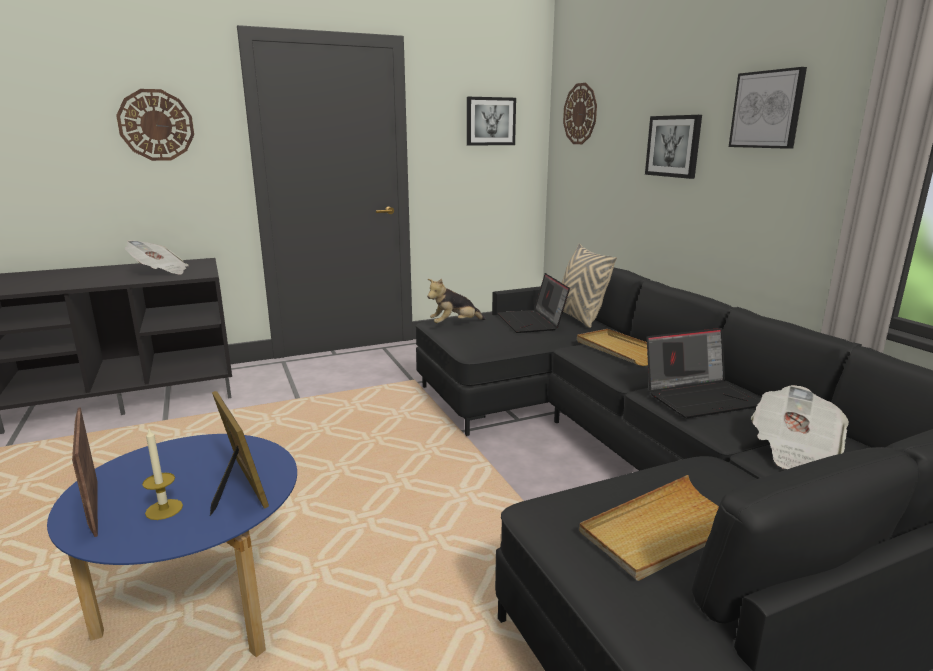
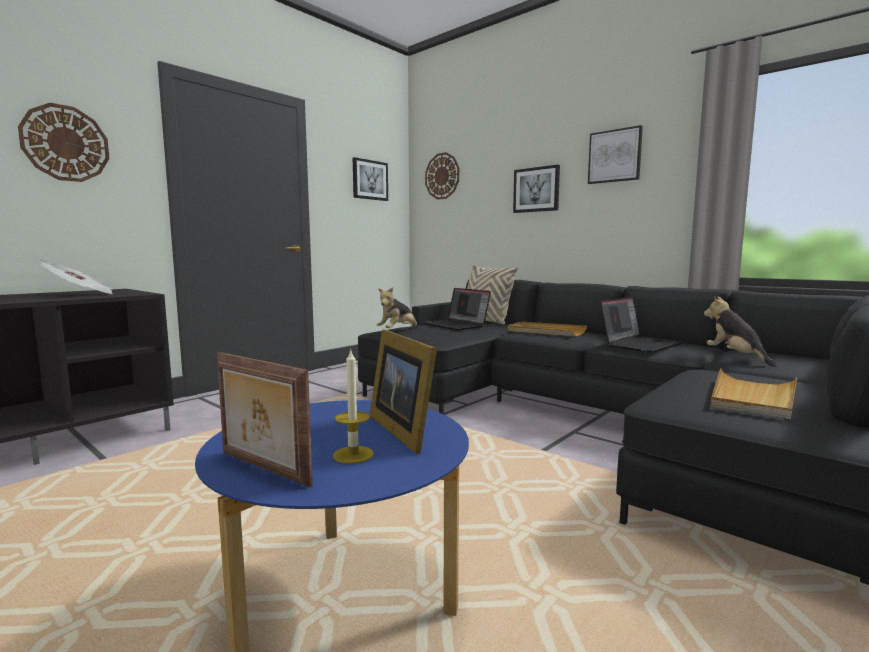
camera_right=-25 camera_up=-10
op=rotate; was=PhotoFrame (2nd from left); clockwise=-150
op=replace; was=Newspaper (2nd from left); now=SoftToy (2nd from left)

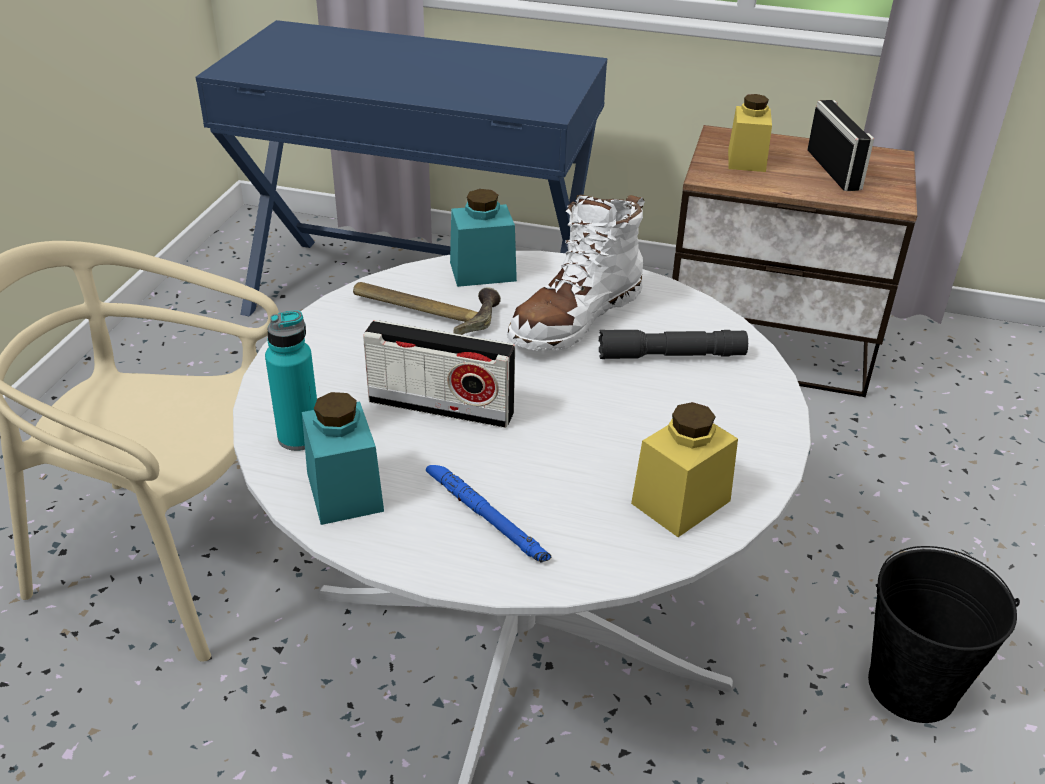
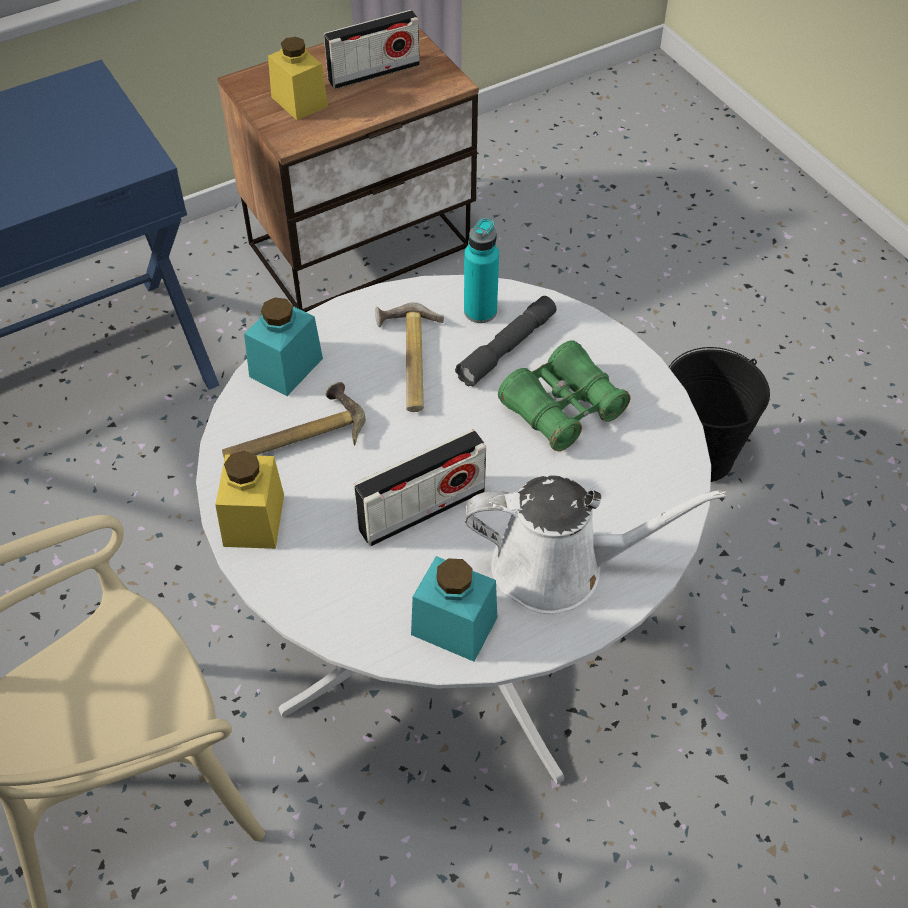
camera_right=-45 camera_up=15
op=move; was=YellowJar (1st from left)
op=rotate; was=RadioSet (2nd from left in the first image); clockwise=120
op=replace; was=WhiteTallBoot; now=ToolHammer (2nd from left)
op=move; was=BlueGreenDrinkBottle
op=replace; was=BlueColouredHandTorch; now=WhiteWateringCan
op=insert; now=GreenColouredFieldGlasses

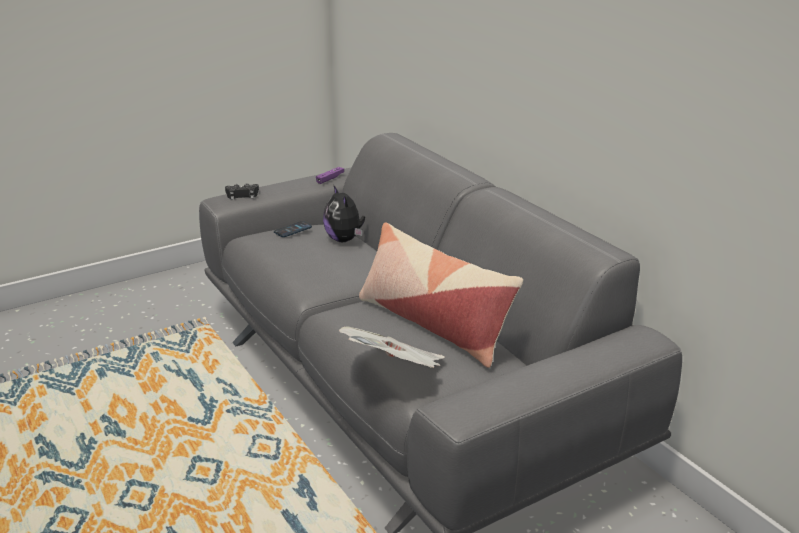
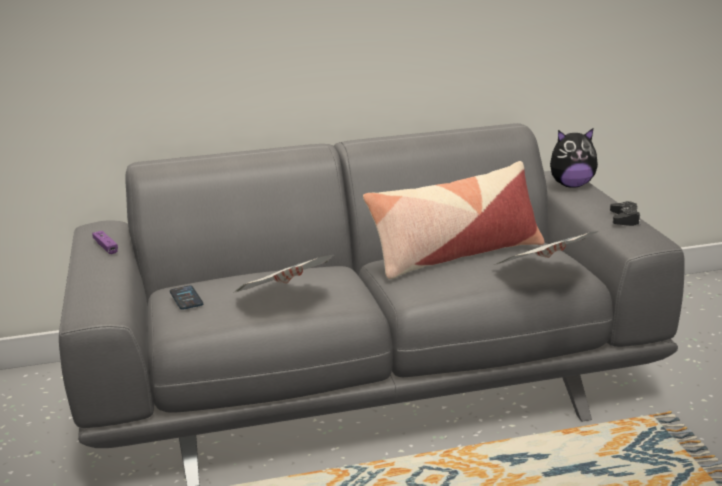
camera_right=-70 camera_up=-5
op=insert; now=Newspaper (1st from left)
op=move; was=SoftToy
op=move; was=BlackColouredGamepad

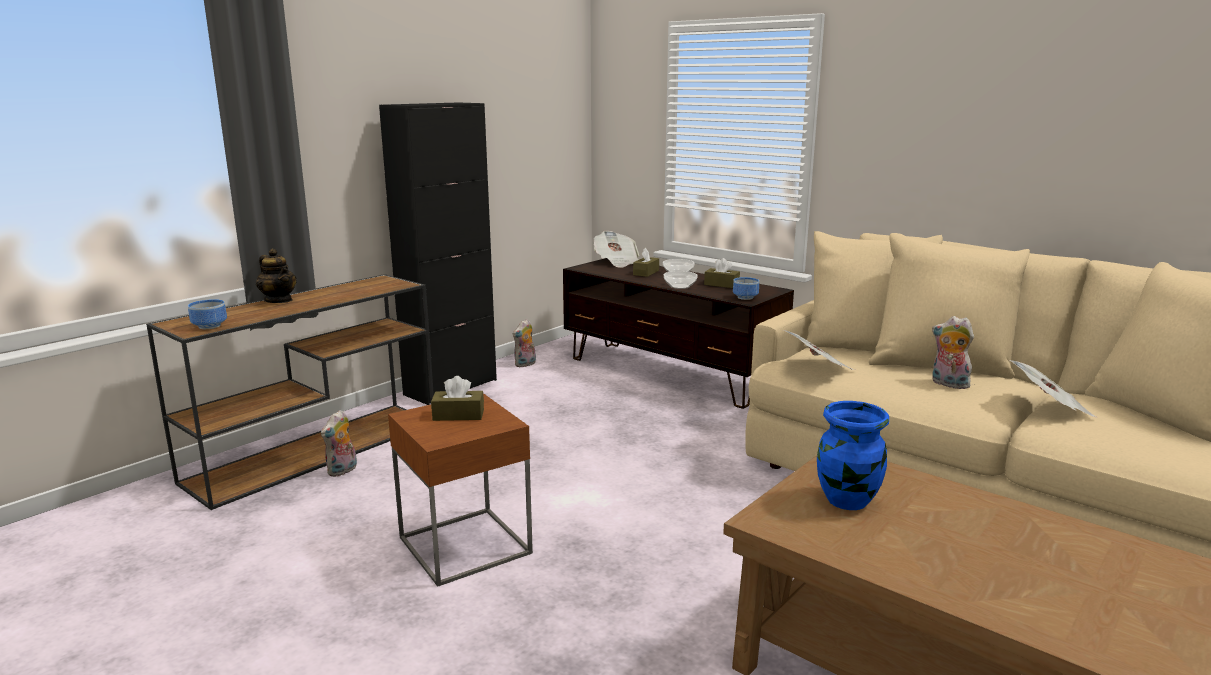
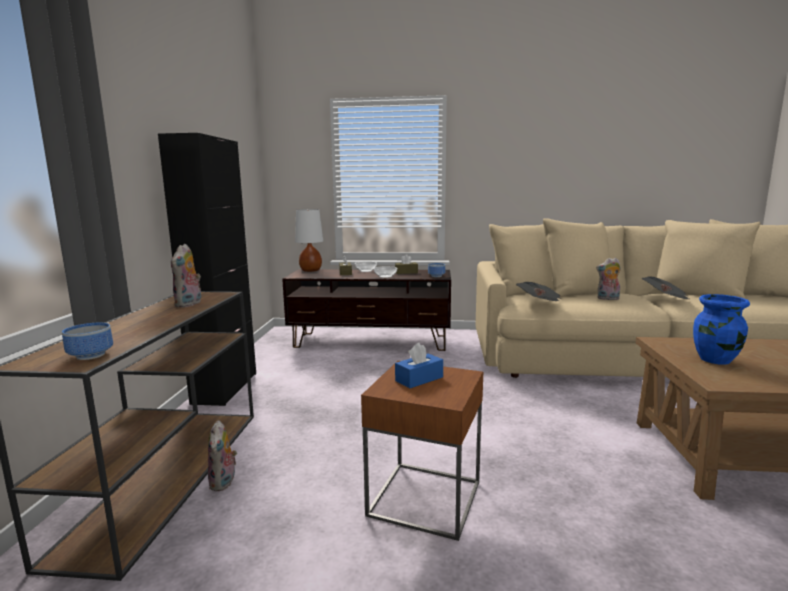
camera_right=-35 camera_up=-5
op=move; was=SoftToy (2nd from left in the first image); now=SoftToy (1st from left)
op=replace; was=Newspaper (1st from left); now=WhiteTabletopLamp
op=recolor; was=BrownColouredBoxOfTissues (1st from left); now=BlueColouredBoxOfTissues
op=delete; was=PotForTea

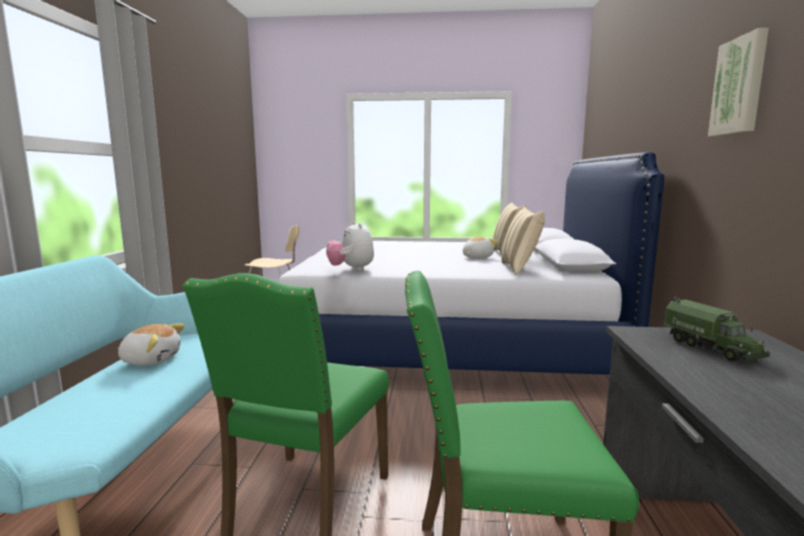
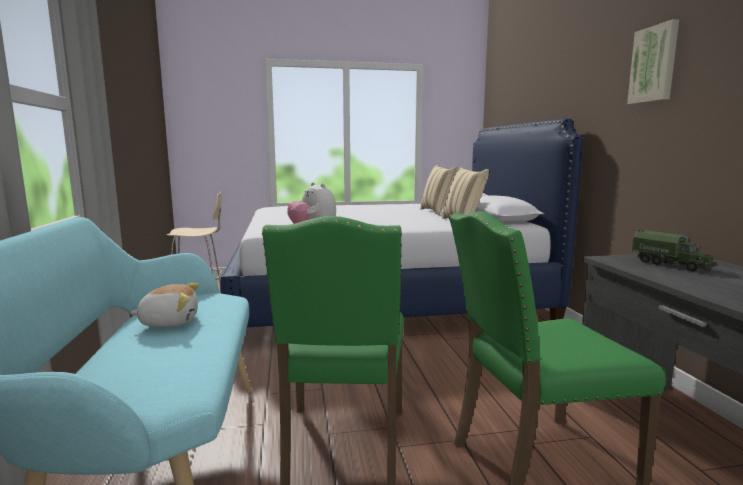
camera_right=-15 camera_up=0
op=delete; was=SoftToy (3rd from left)

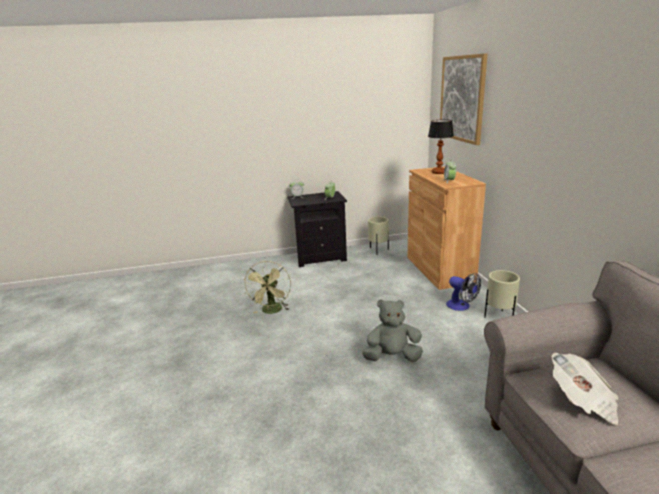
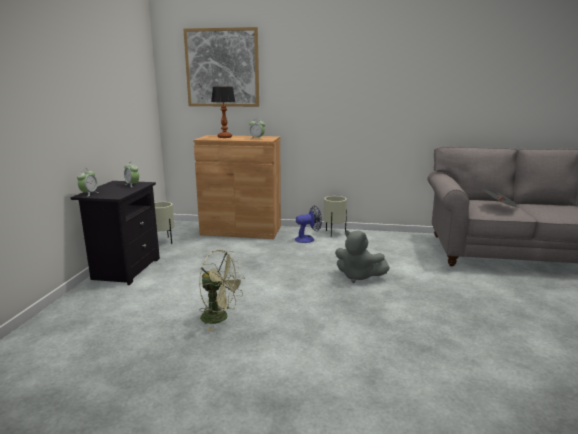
camera_right=-70 camera_up=-5
op=rotate; was=GraySoftToy; clockwise=-75

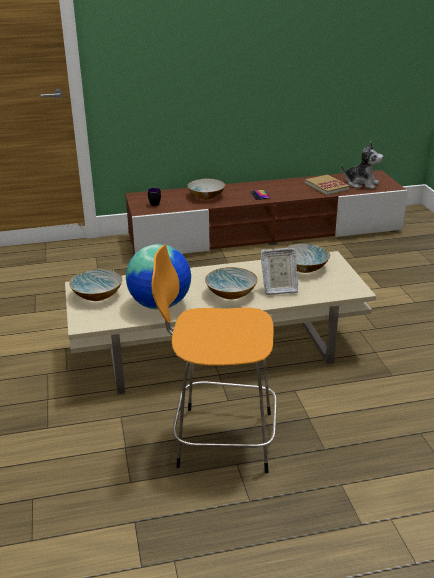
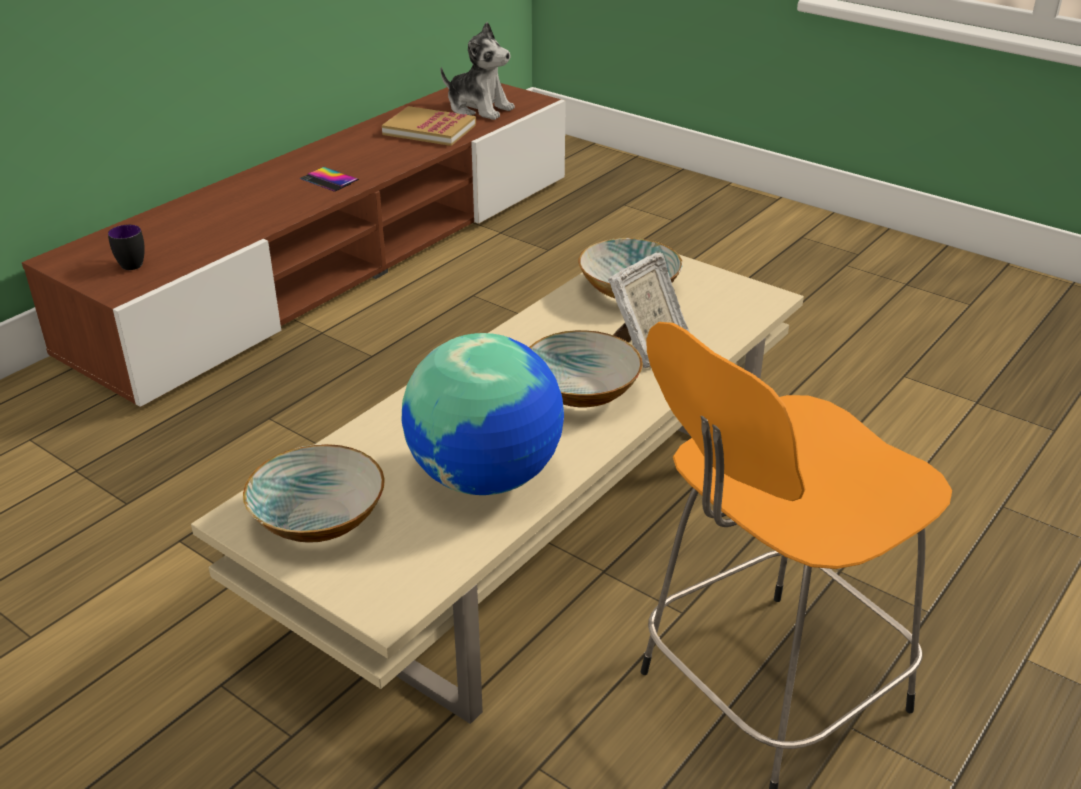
camera_right=-40 camera_up=5
op=rotate; was=SoftToy; clockwise=45
op=delete; was=DeepDish (2nd from left)

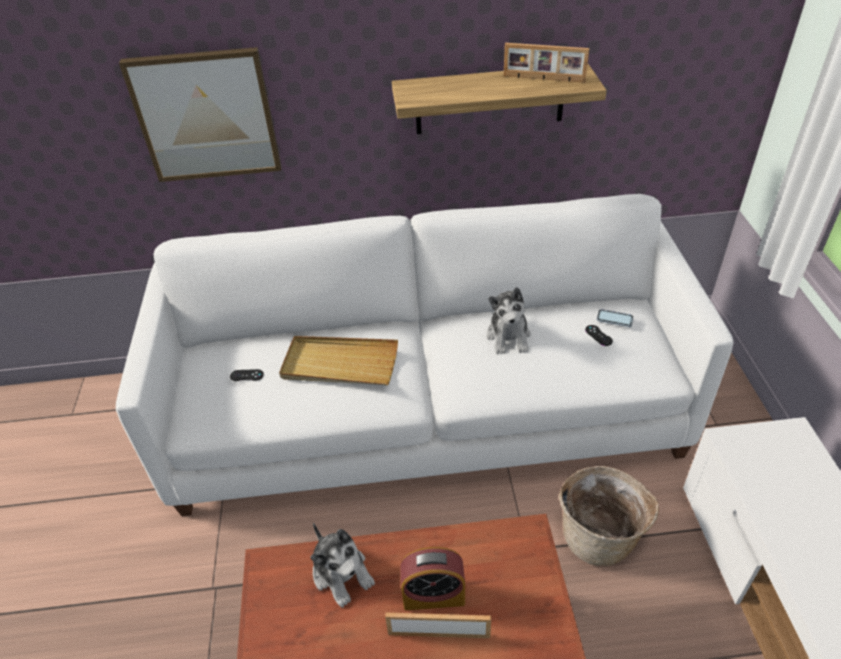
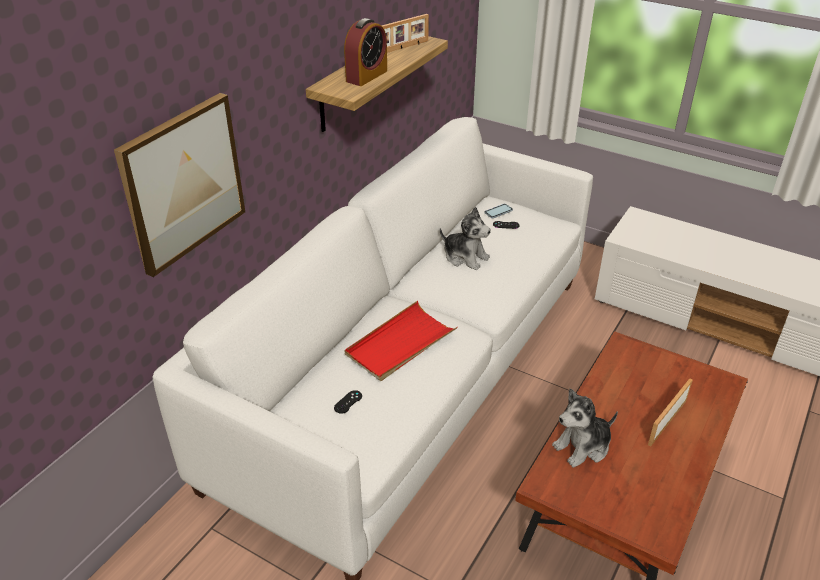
camera_right=-55 camera_up=-5
op=move; was=TableClock
op=recolor; was=SandColouredCarryingTray; now=RedCarryingTray
op=rotate; was=SoftToy (1st from left in the first image); clockwise=150
op=delete; was=StorageBasket

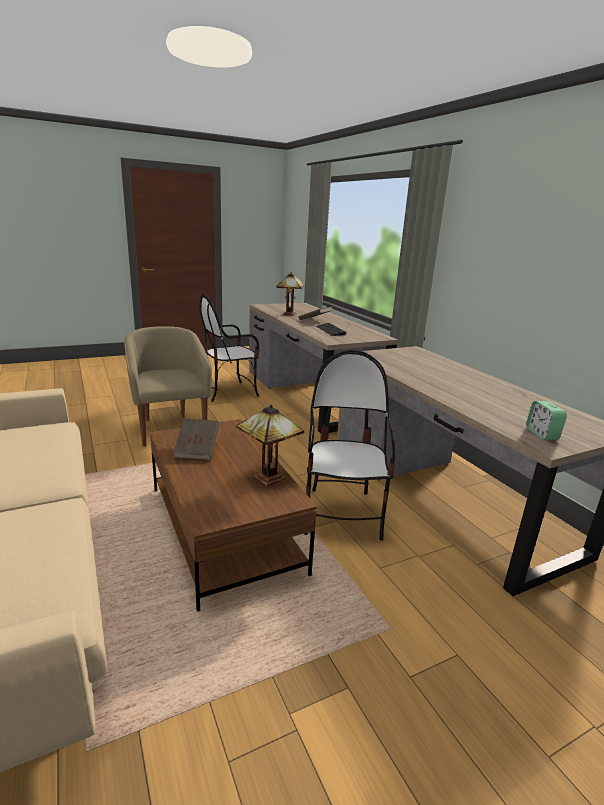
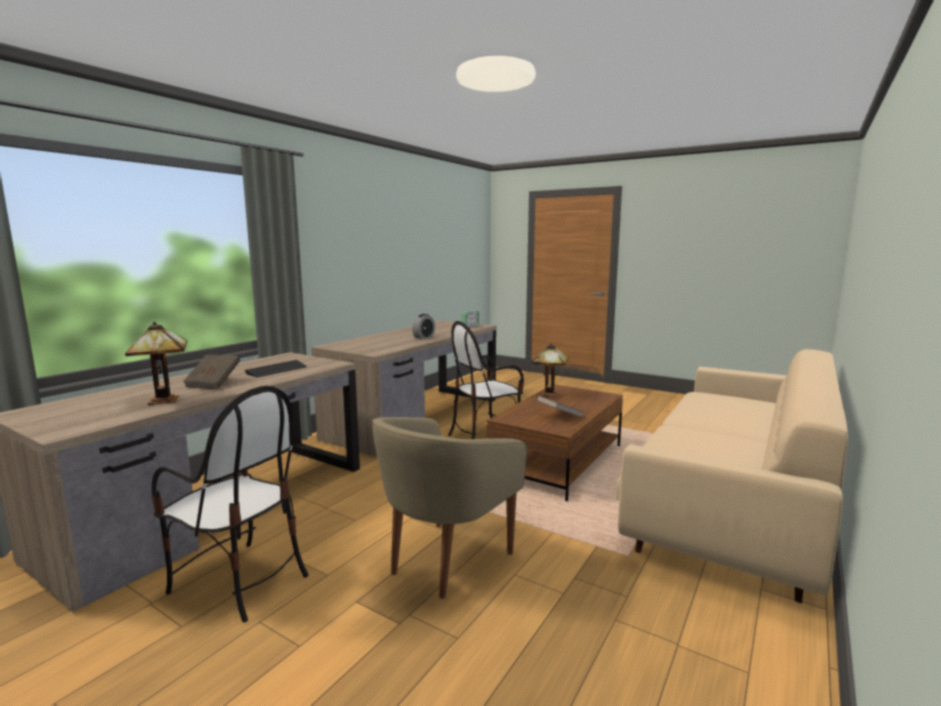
camera_right=-120 camera_up=-10
op=insert; now=TableClock (1st from left)

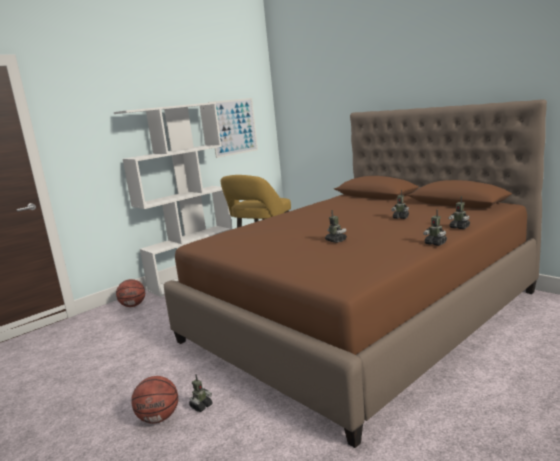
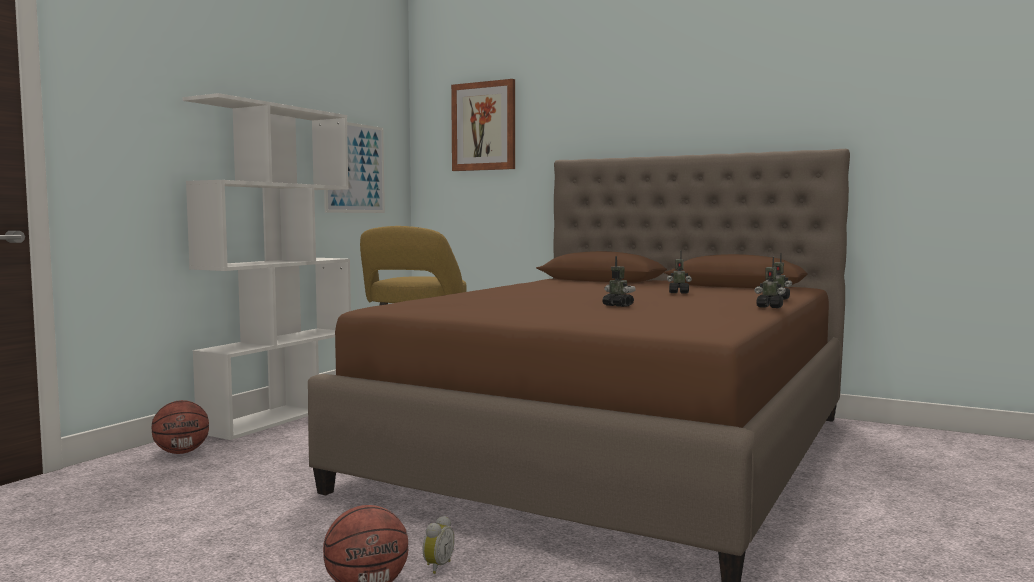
camera_right=-20 camera_up=-10
op=replace; was=ModelRobot (1st from left); now=TableClock
op=insert; now=WallArt (2nd from left)

